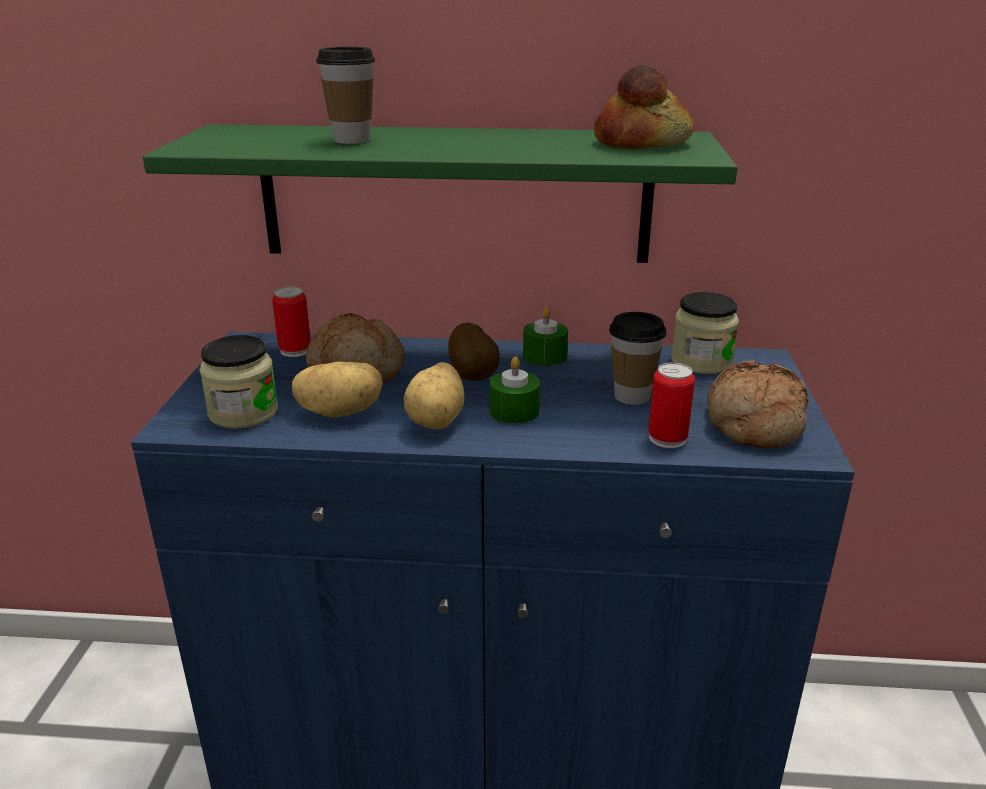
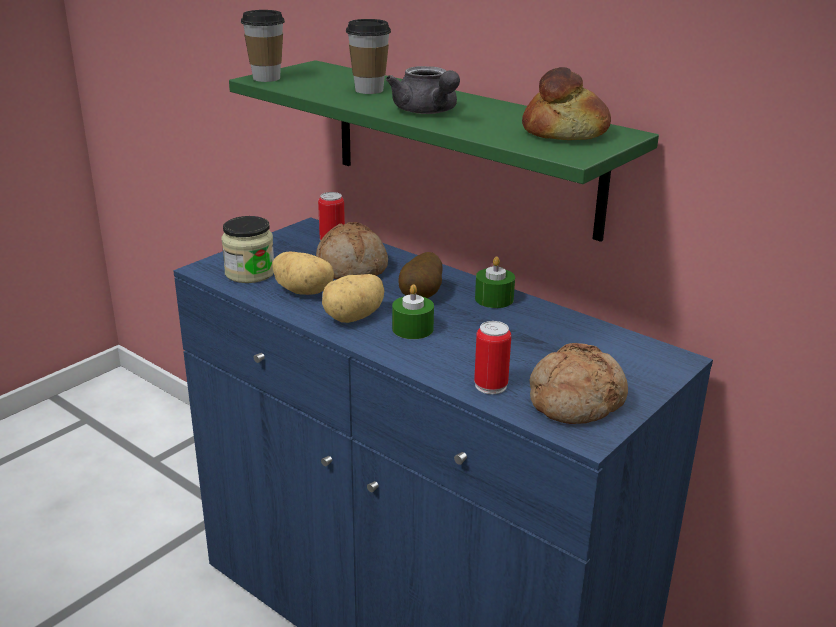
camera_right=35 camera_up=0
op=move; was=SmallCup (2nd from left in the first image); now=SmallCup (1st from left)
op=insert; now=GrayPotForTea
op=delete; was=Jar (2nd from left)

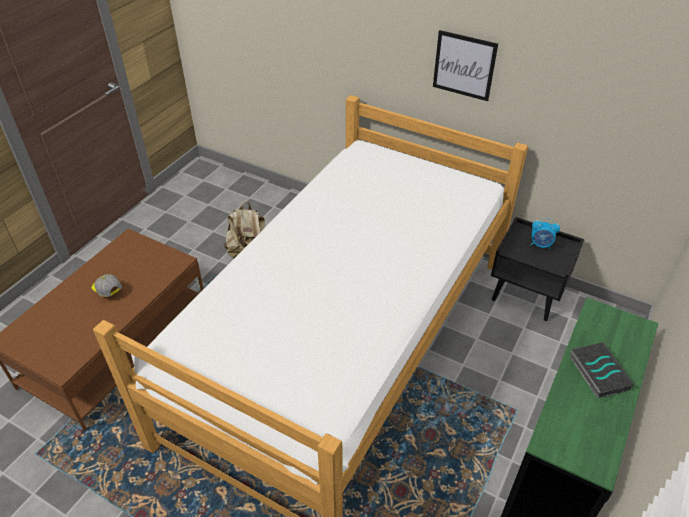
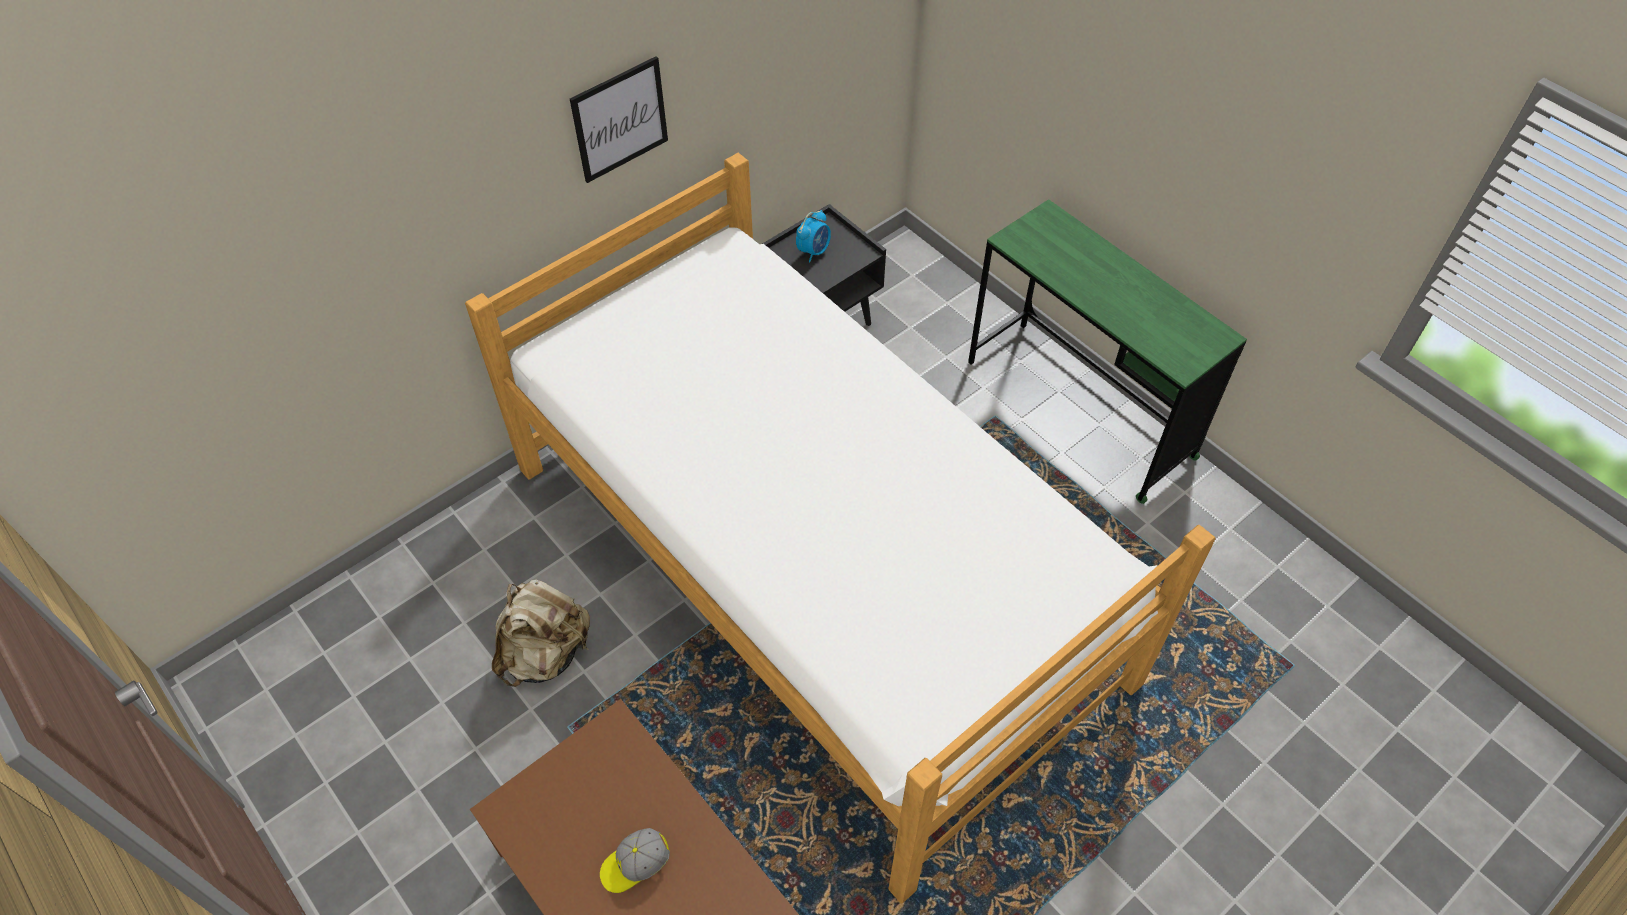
camera_right=-70 camera_up=10
op=delete; was=Book

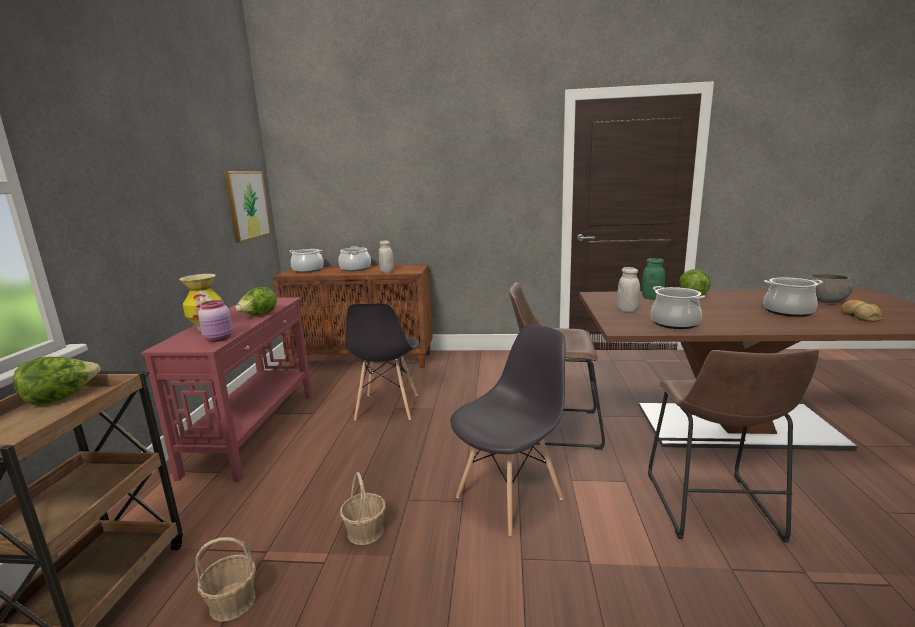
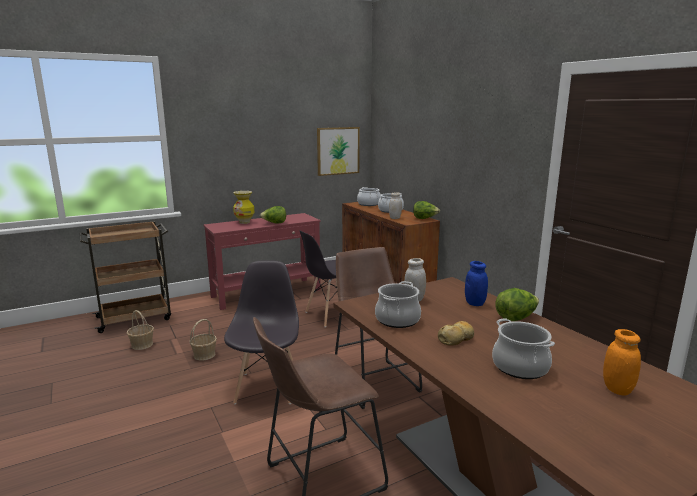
camera_right=55 camera_up=0
op=rotate; was=GrayPlainChair (2nd from left in the first image); clockwise=-105
op=move; was=Lettuce (1st from left in the first image); now=Lettuce (2nd from left)
op=move; was=Bread
op=recolor; was=GreenColouredJar; now=BlueColouredJar
op=replace; was=GrayDeepDish; now=OrangeColouredJar
op=delete; was=PinkColouredJar

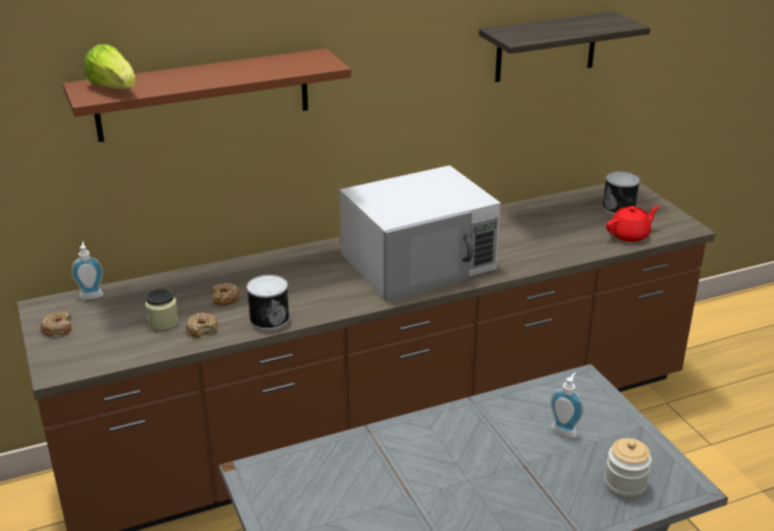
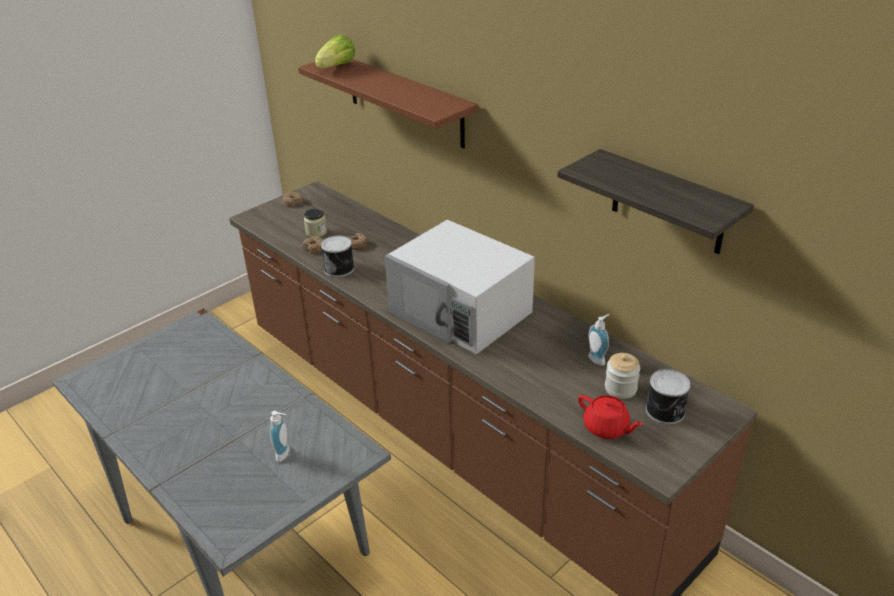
camera_right=70 camera_up=5
op=move; was=LiquidSoapBottle (1st from left in the first image); now=LiquidSoapBottle (2nd from left)
op=move; was=Jar (2nd from left)

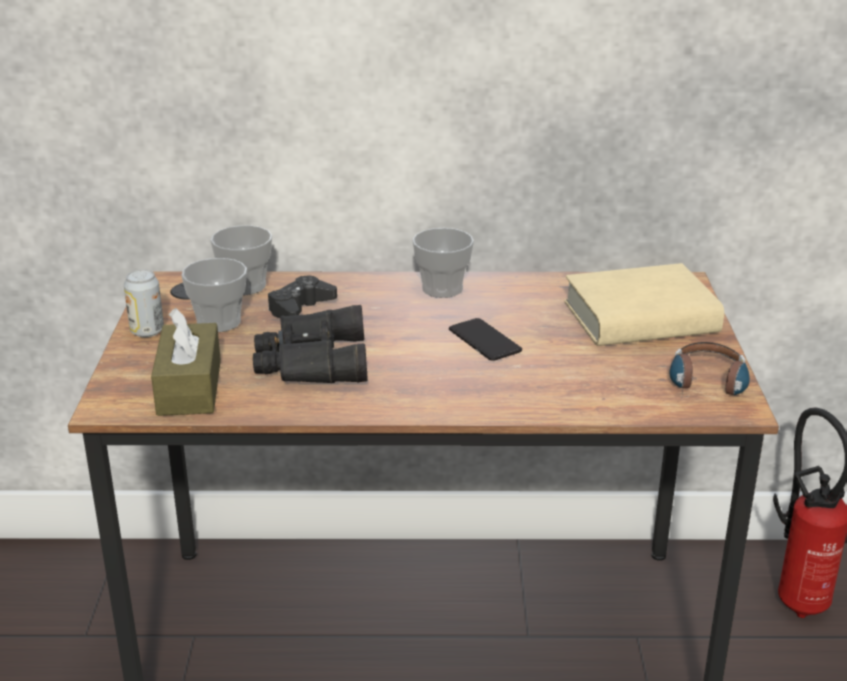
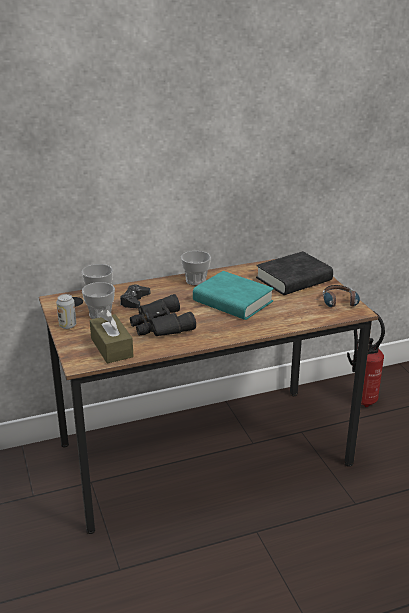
camera_right=-20 camera_up=0
op=replace; was=Handset; now=BlueGreenBook
op=recolor; was=SandColouredBook; now=BlackColouredBook

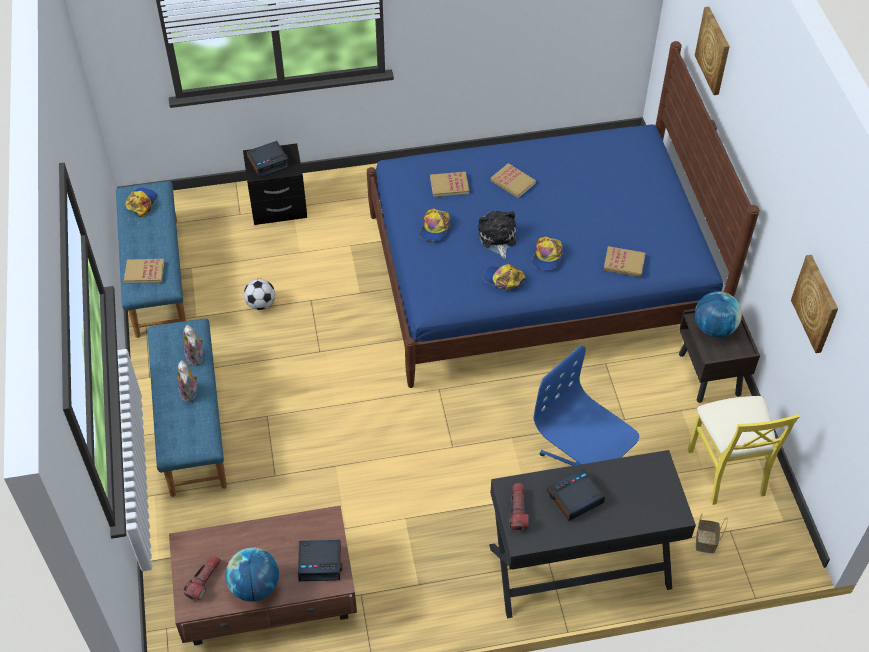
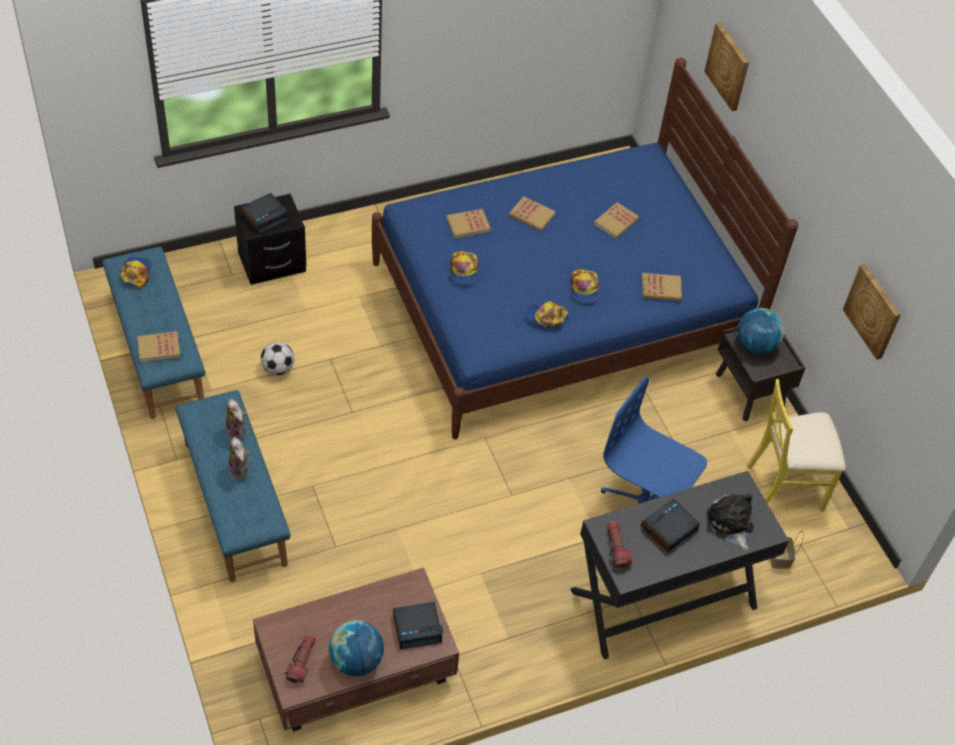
camera_right=-15 camera_up=0
op=insert; now=Book (4th from left)
op=move; was=SoftToy (3rd from left)
op=rotate; was=YellowPlainChair; clockwise=105

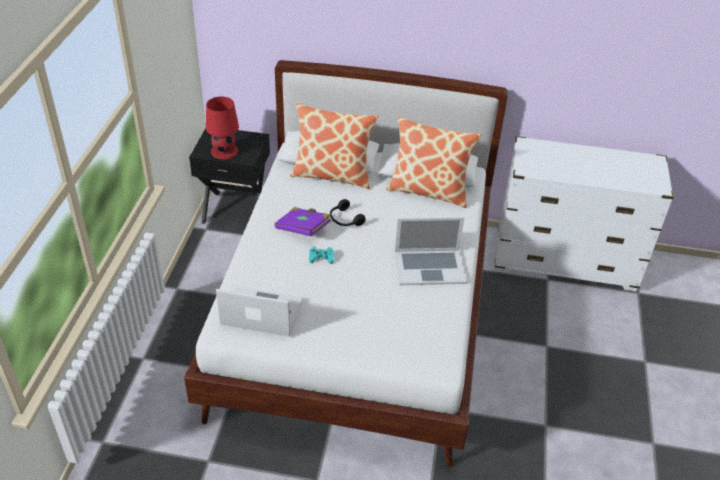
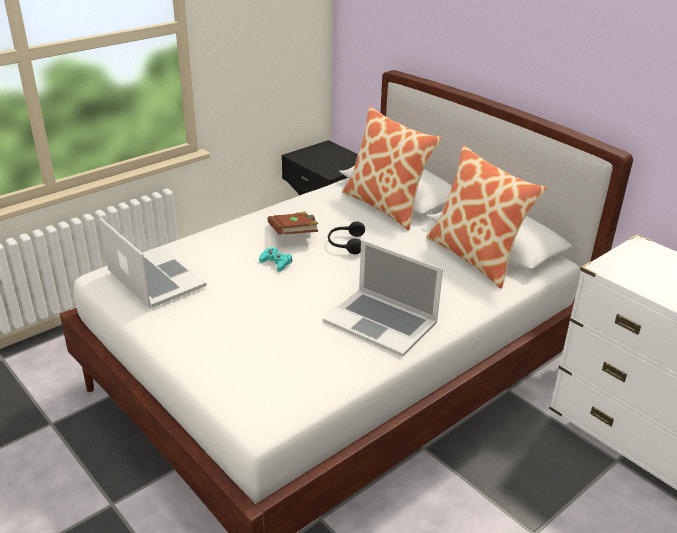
camera_right=40 camera_up=-10
op=recolor; was=PurpleColouredBook; now=BrownColouredBook
op=delete; was=RedTabletopLamp

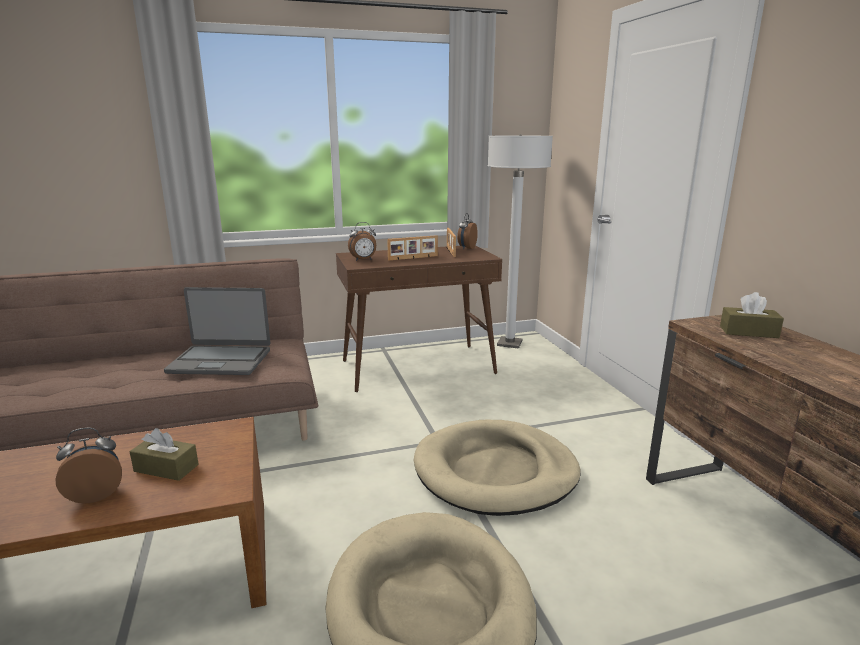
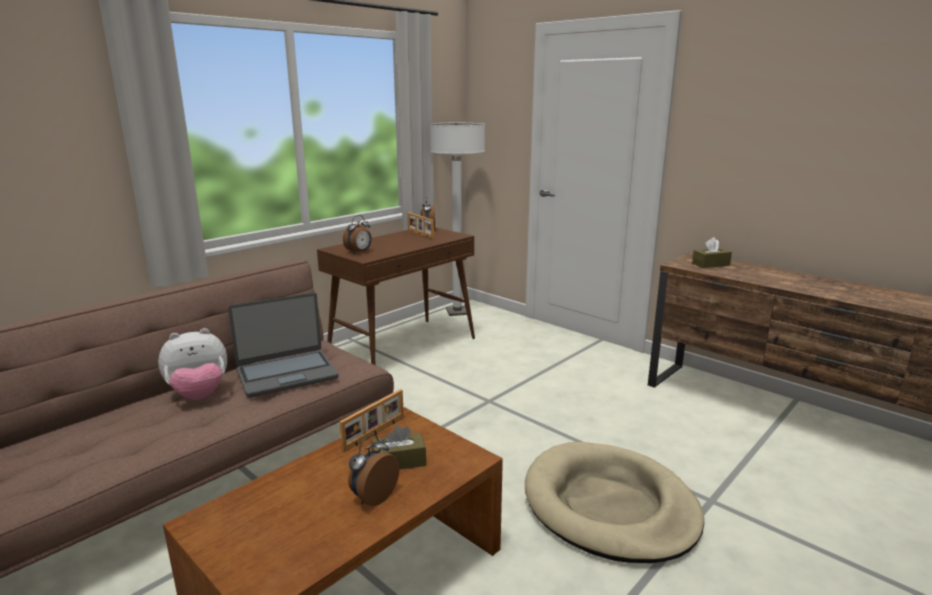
camera_right=-30 camera_up=0
op=insert; now=SoftToy
op=move; was=PhotoFrame (1st from left)
op=delete; was=SandColouredDogBed (2nd from left)

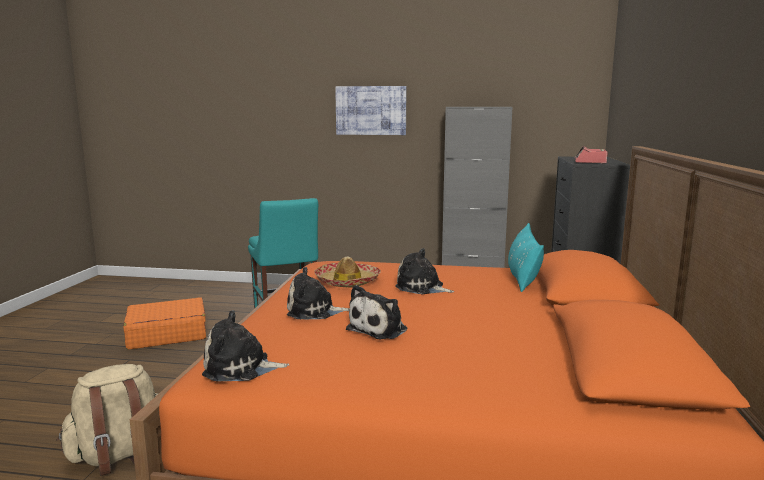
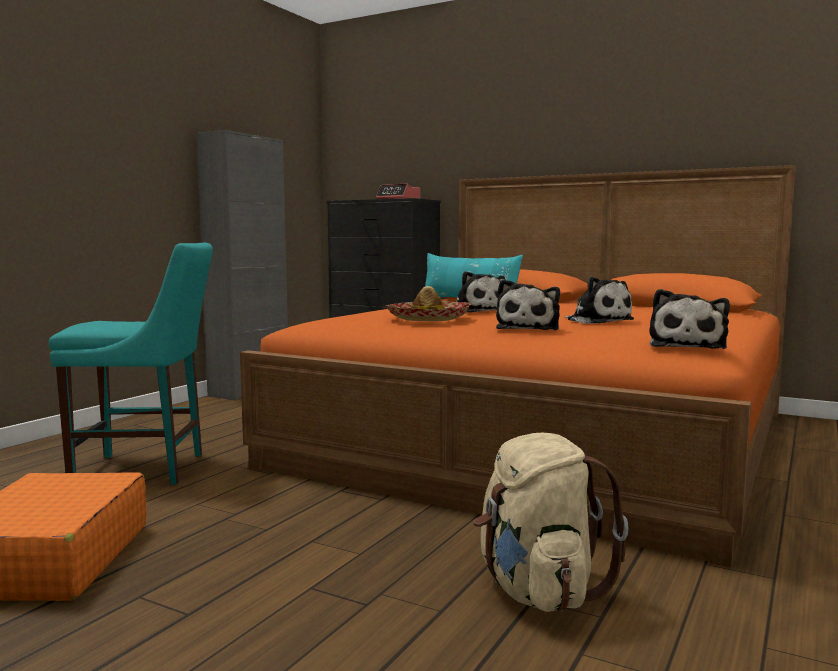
camera_right=-70 camera_up=-5
op=rotate; was=SoftToy (4th from left in the first image); clockwise=-75
op=delete; was=WallArt

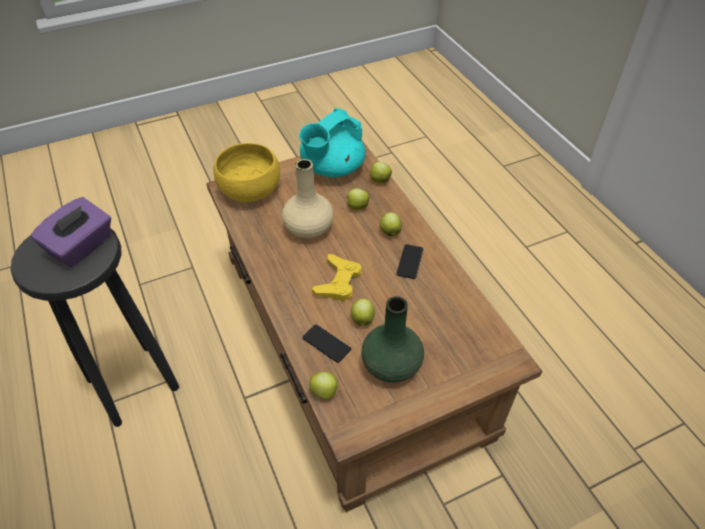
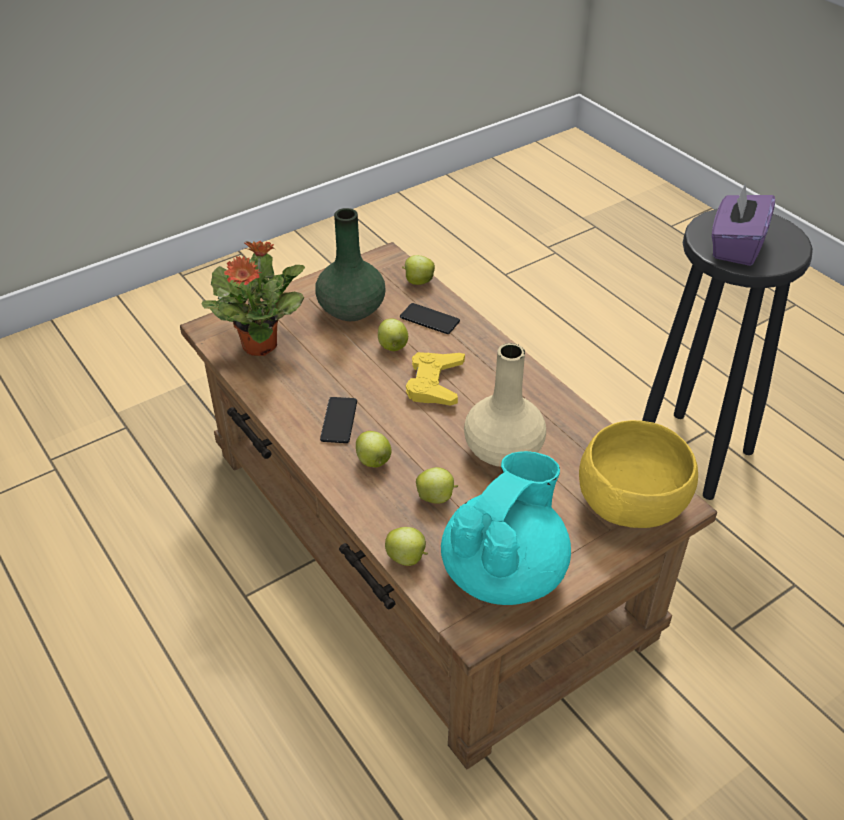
camera_right=170 camera_up=-5
op=insert; now=PlantInAPot

